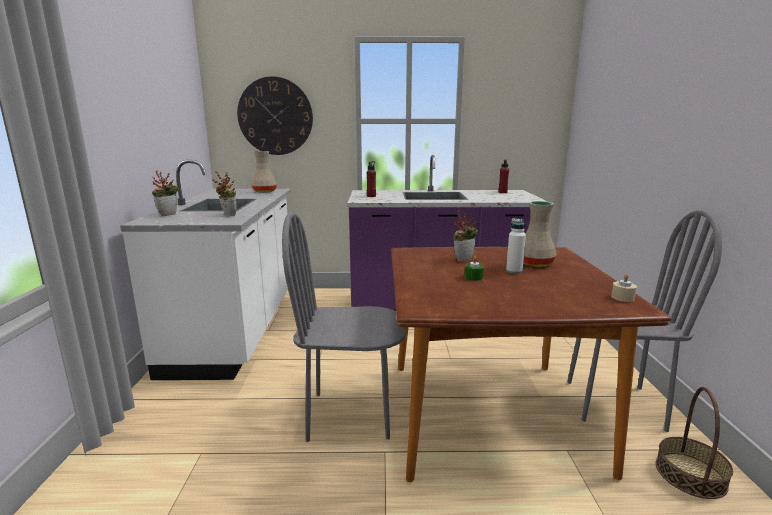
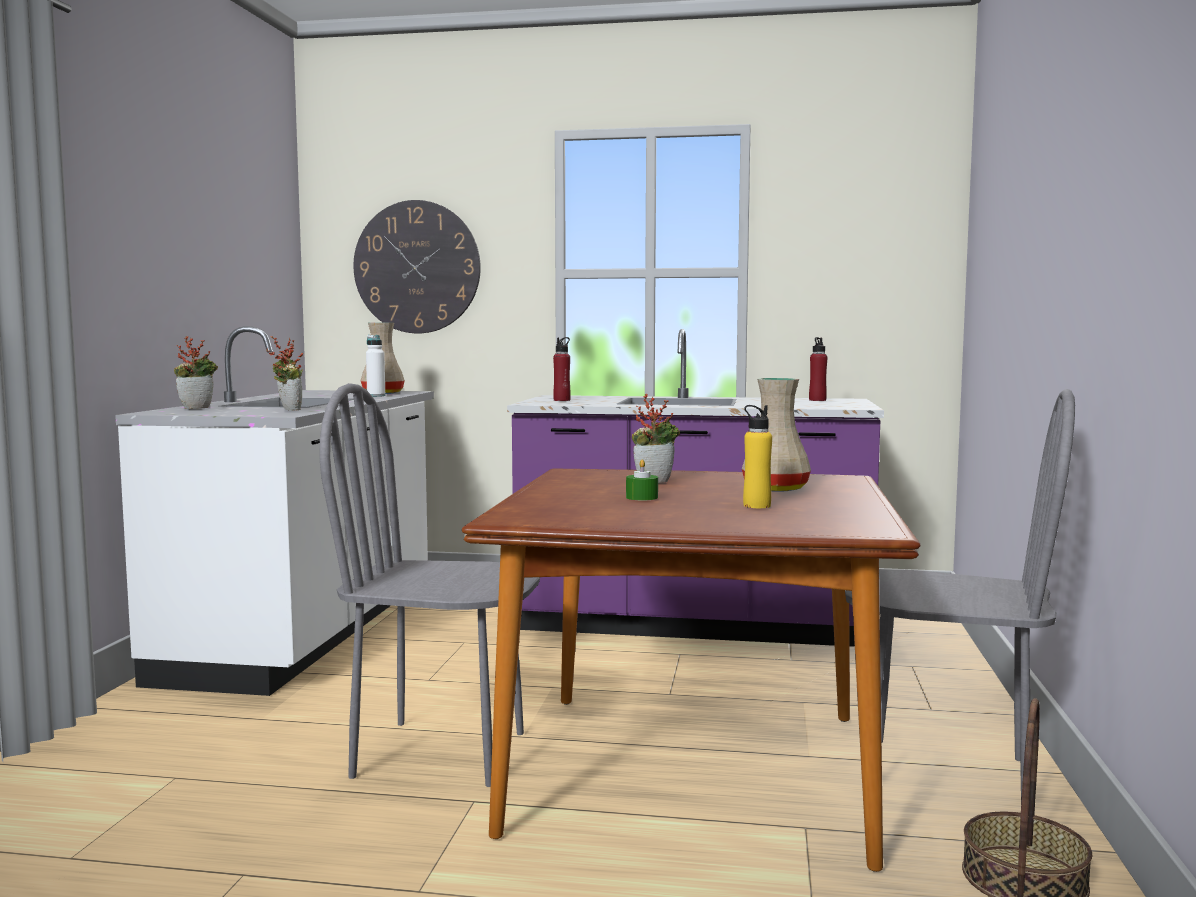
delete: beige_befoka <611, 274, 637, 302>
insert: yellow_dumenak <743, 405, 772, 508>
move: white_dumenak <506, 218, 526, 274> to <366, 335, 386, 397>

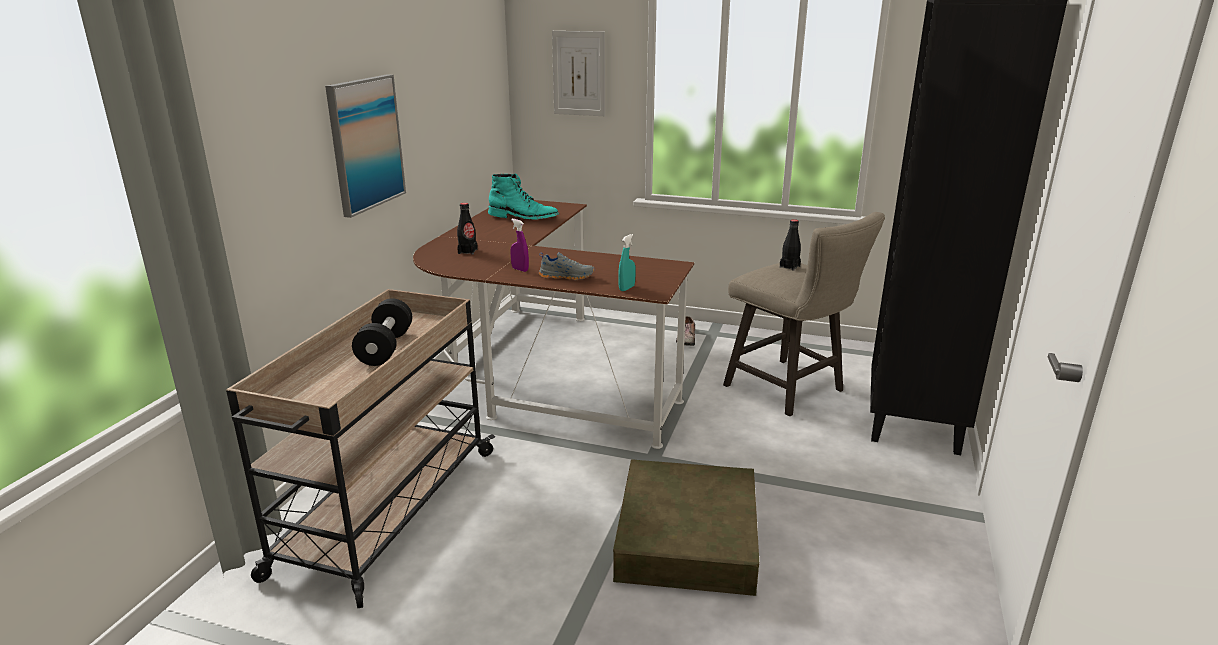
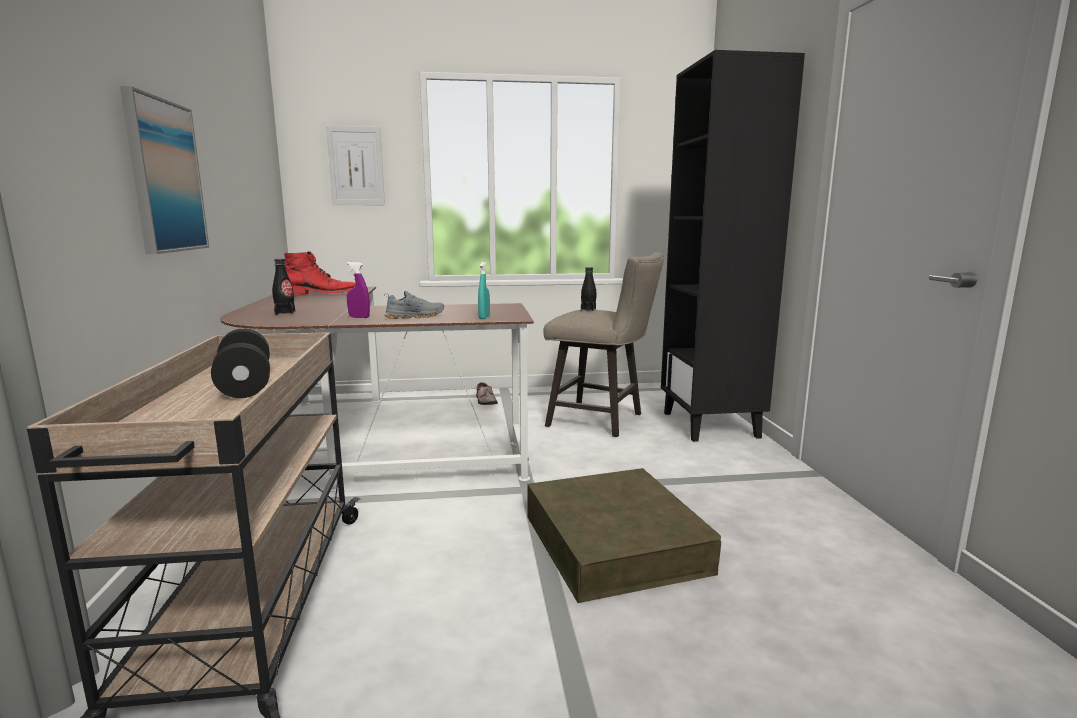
recolor: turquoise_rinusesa <488, 174, 559, 220> to red_rinusesa <284, 251, 355, 295>

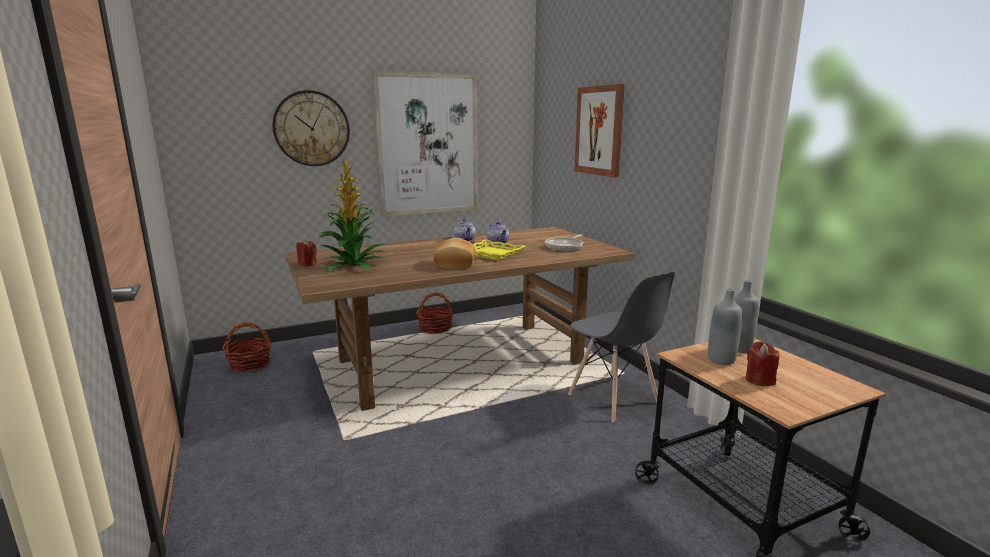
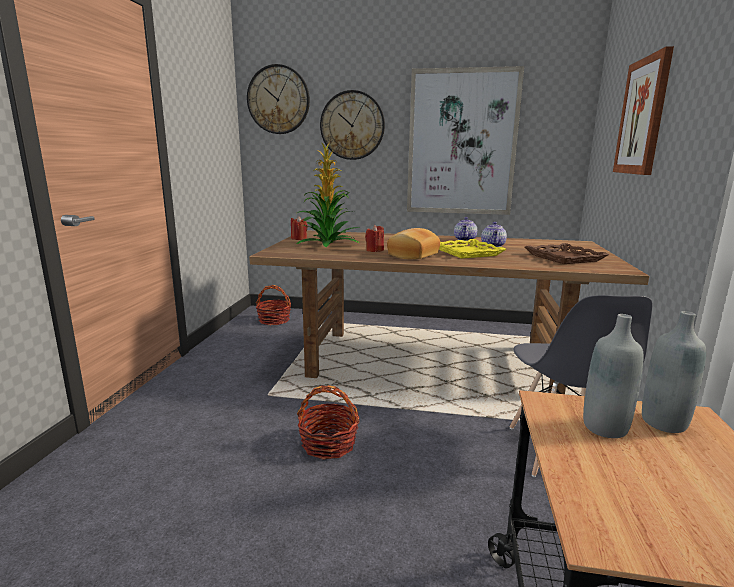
insert: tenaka <247, 64, 310, 134>
move: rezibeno <416, 292, 453, 334> to <297, 385, 359, 460>; red_befoka <746, 341, 779, 386> to <365, 225, 384, 252>
replace: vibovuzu <545, 234, 583, 251> to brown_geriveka <525, 243, 609, 264>

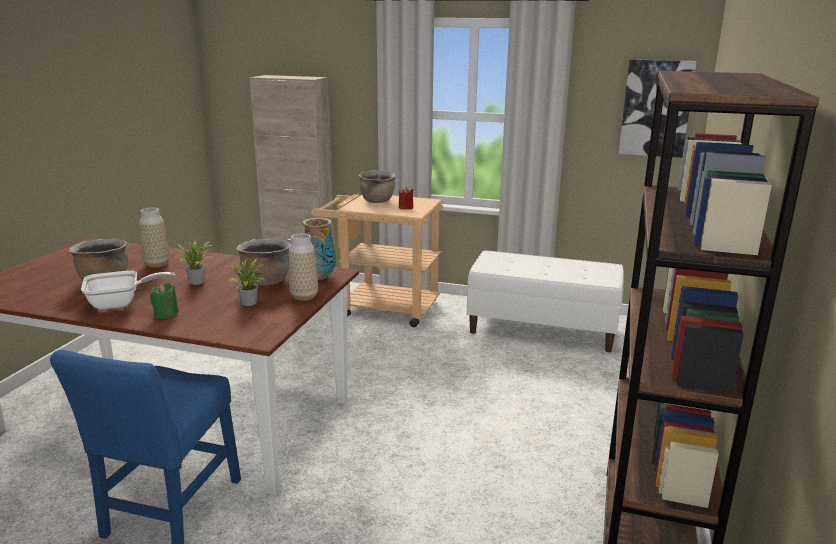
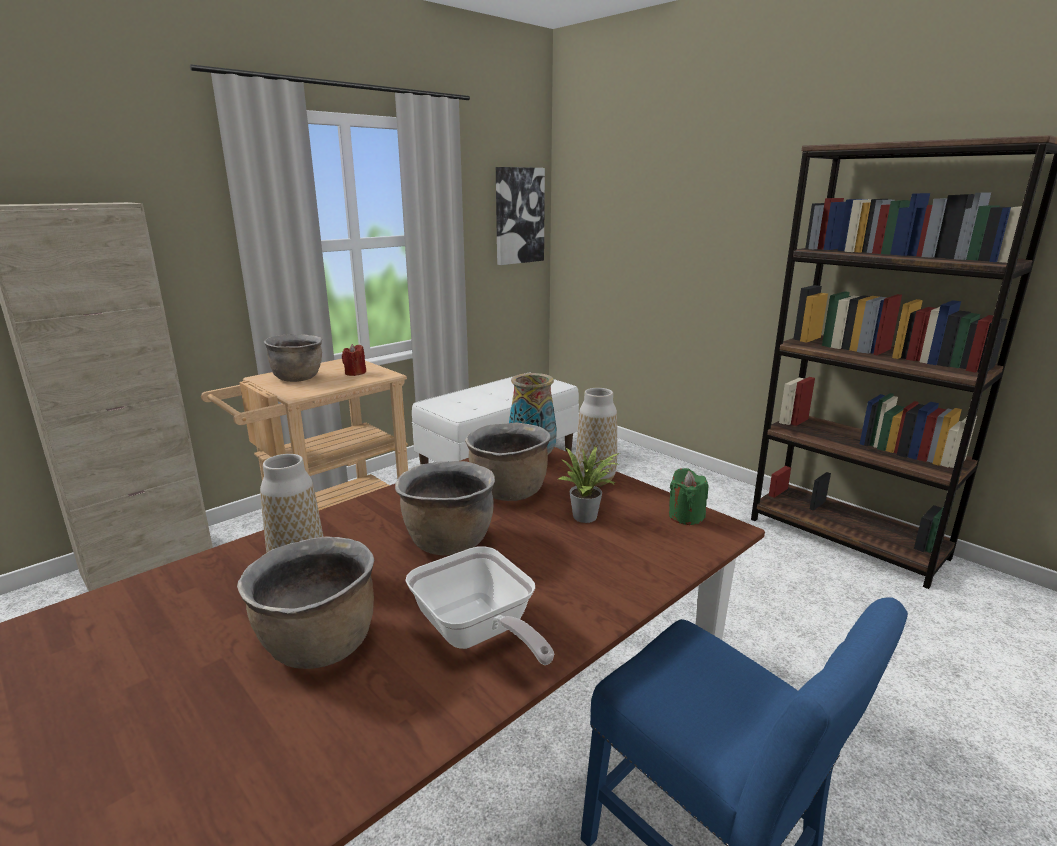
move: green_befoka <150, 283, 179, 319> to <669, 468, 708, 525>
replace: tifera <177, 240, 213, 285> to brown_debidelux <395, 461, 495, 556>
rotate: vibovuzu <81, 270, 176, 310> = <405, 546, 554, 665> 135 degrees clockwise

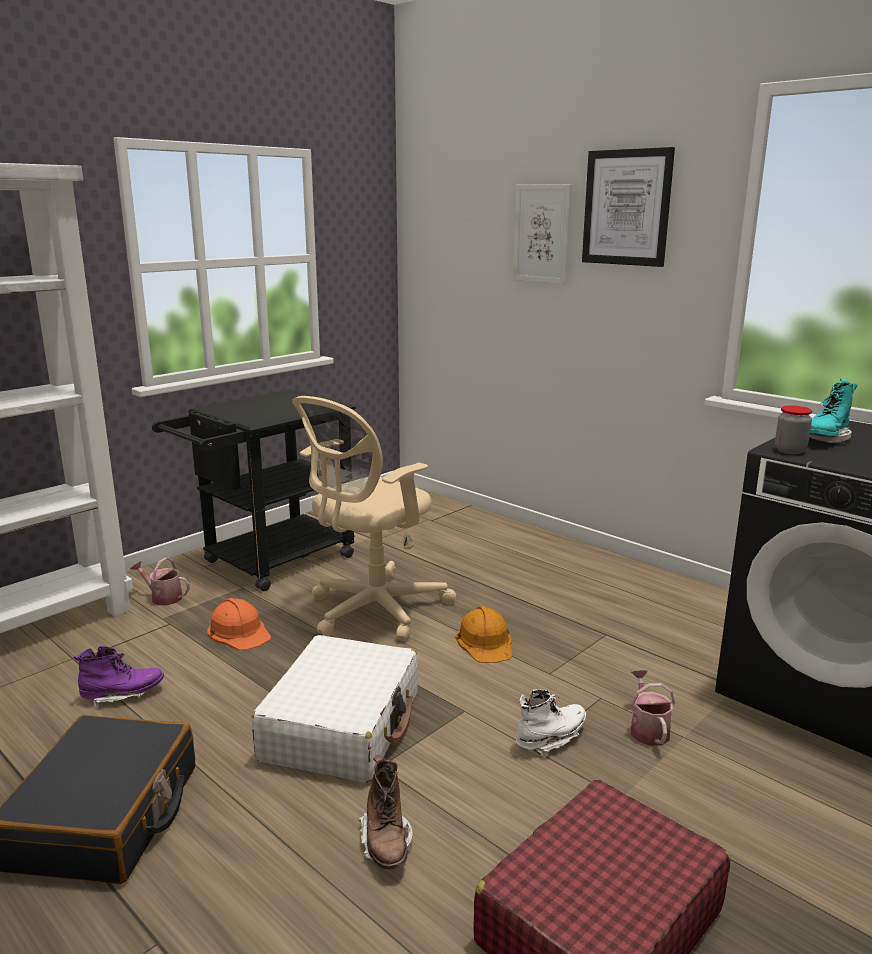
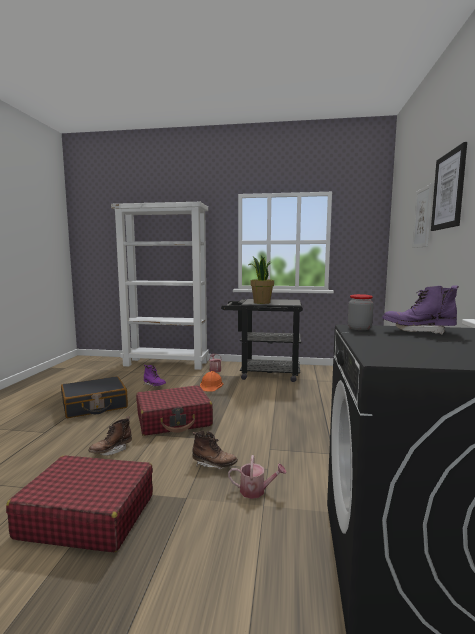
delete: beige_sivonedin <292, 396, 456, 641>; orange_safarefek <455, 606, 512, 663>
insert: tifera <248, 255, 274, 304>
recolor: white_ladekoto <251, 635, 418, 783> to red_ladekoto <136, 385, 213, 436>; white_rinusesa <516, 689, 586, 758> to brown_rinusesa <192, 431, 238, 469>; turquoise_rinusesa <809, 379, 858, 443> to purple_rinusesa <382, 285, 459, 335>
rotate: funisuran <631, 670, 675, 746> = <228, 455, 287, 499> 45 degrees clockwise

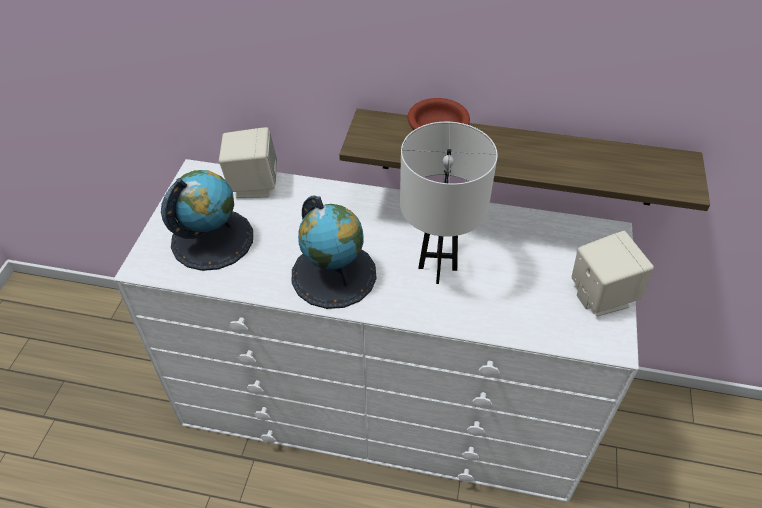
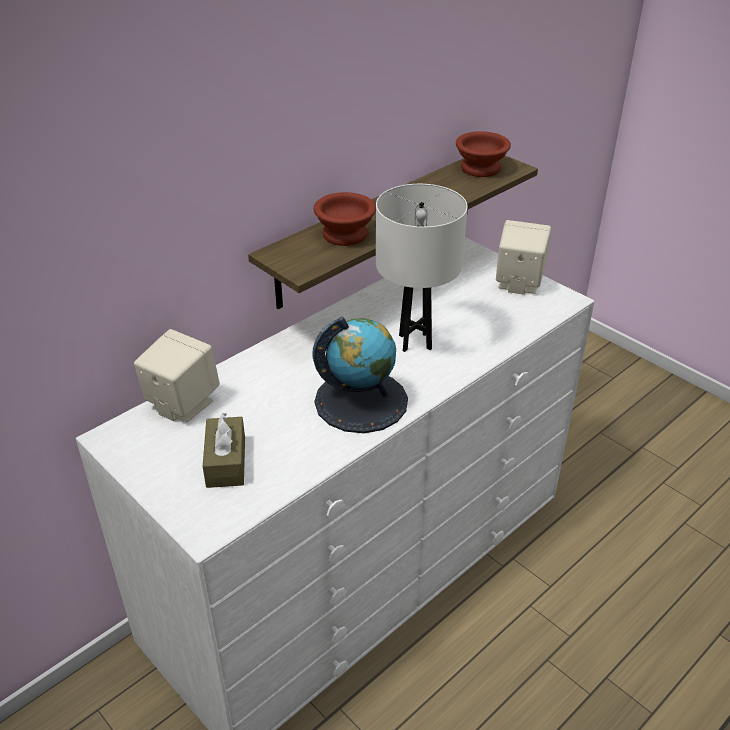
insert: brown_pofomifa <456, 131, 511, 177>
replace: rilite <161, 170, 253, 271> to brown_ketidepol <203, 413, 245, 488>

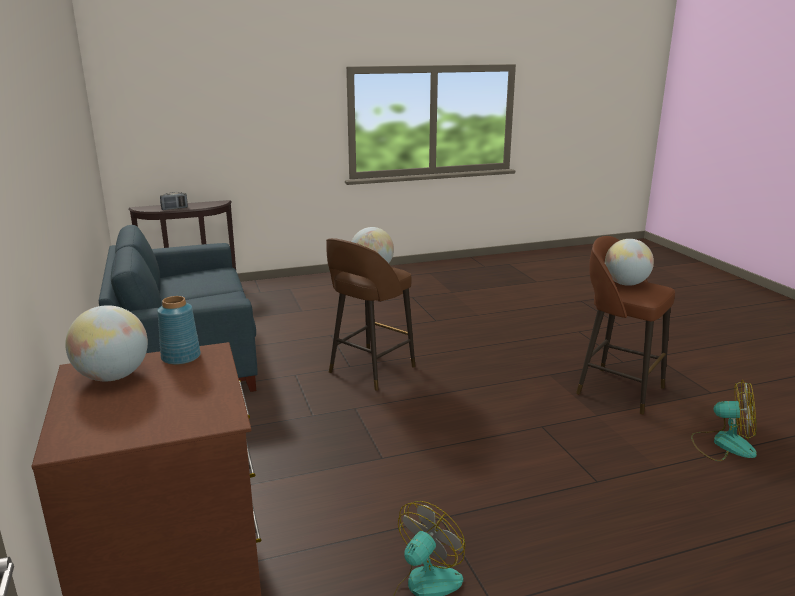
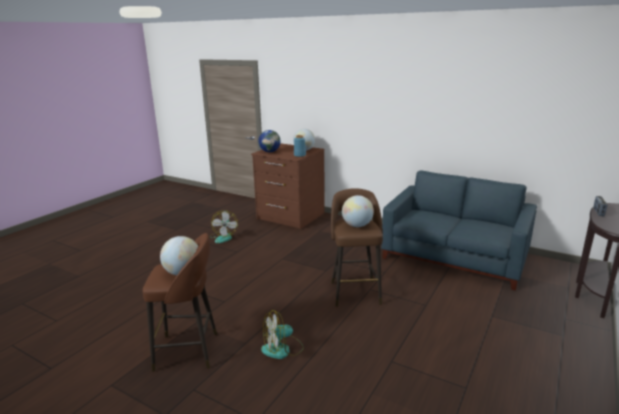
insert: rilite <258, 130, 281, 152>
move: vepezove <691, 380, 757, 461> to <261, 310, 304, 359>

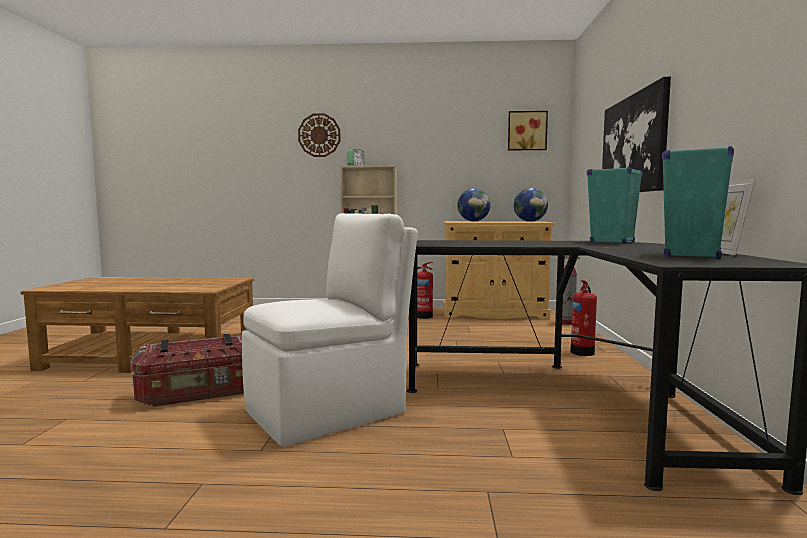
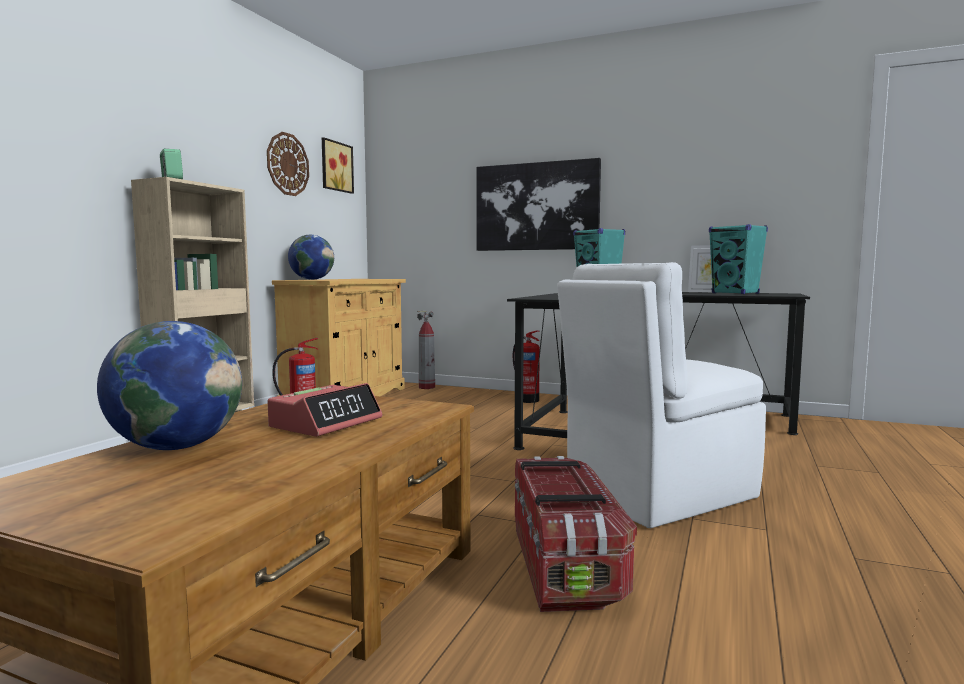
insert: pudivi <267, 383, 382, 437>
move: rilite <514, 188, 548, 222> to <97, 321, 242, 450>; tenaka <298, 113, 340, 157> to <267, 132, 309, 196>
rotate: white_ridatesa <242, 213, 418, 447> = <557, 262, 766, 528> 105 degrees counterclockwise

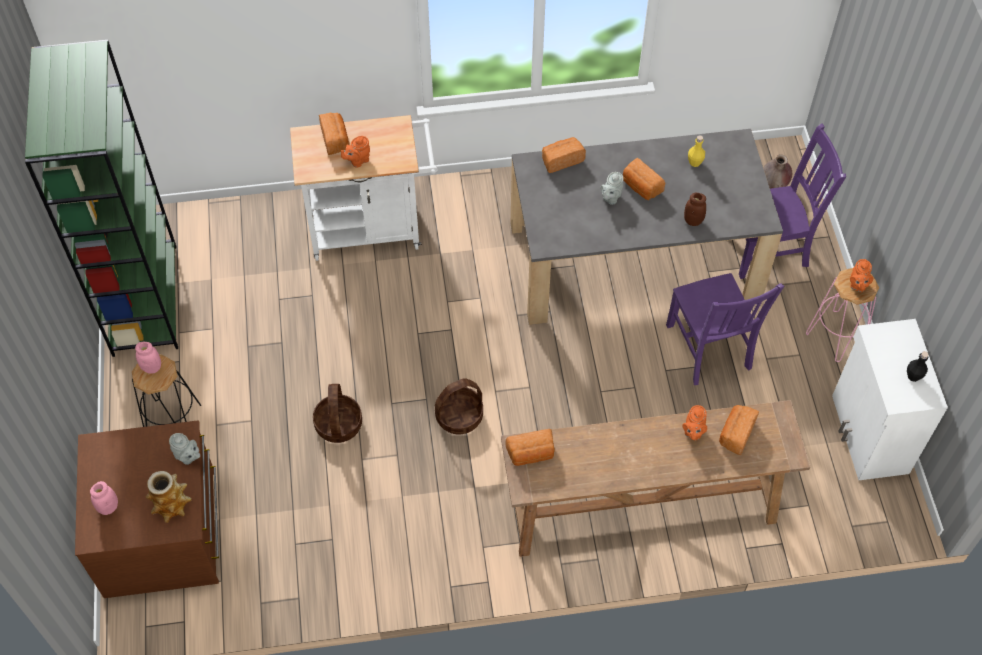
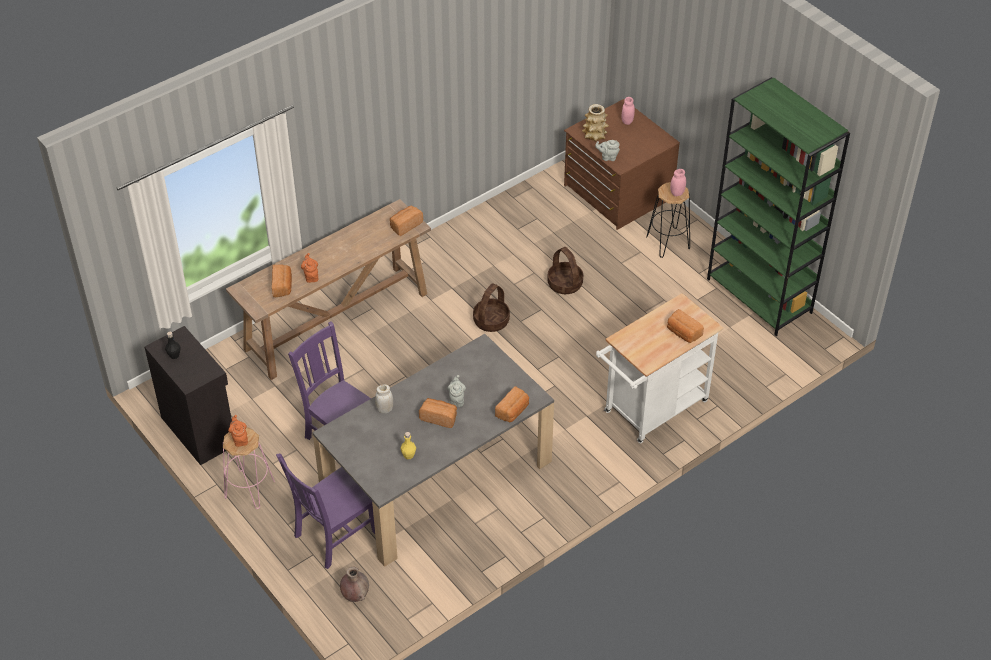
delete: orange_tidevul <341, 136, 370, 168>
recolor: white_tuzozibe <832, 319, 948, 480> to black_tuzozibe <145, 326, 232, 465>; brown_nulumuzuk <684, 193, 706, 226> to white_nulumuzuk <375, 384, 393, 413>

